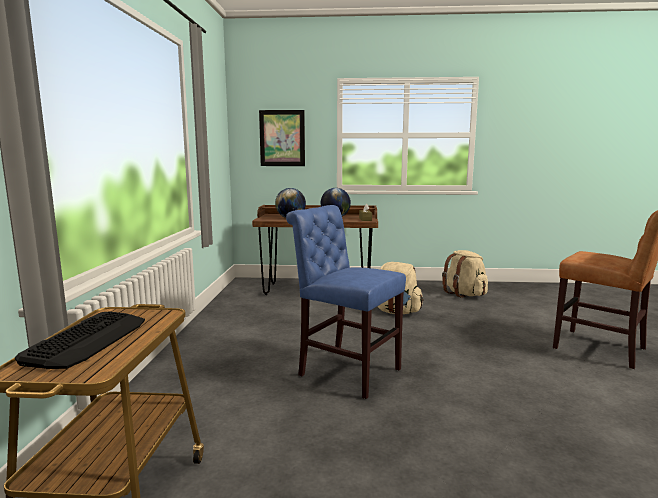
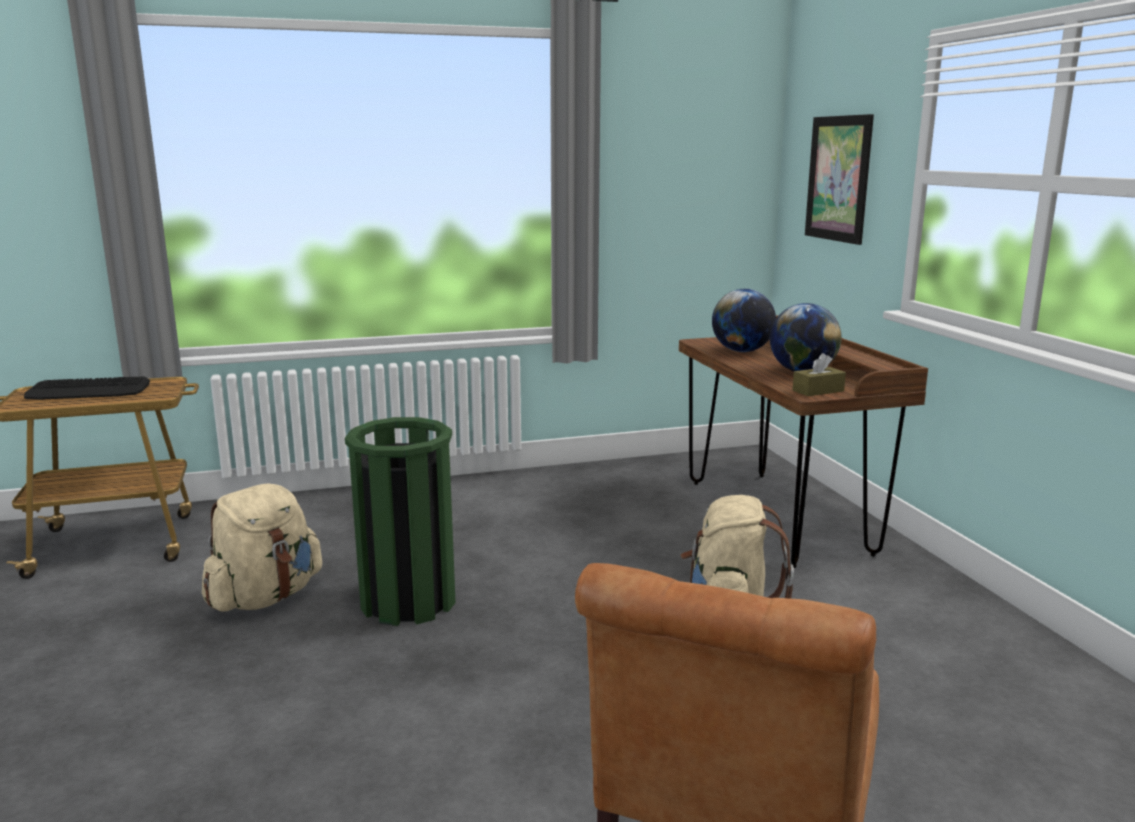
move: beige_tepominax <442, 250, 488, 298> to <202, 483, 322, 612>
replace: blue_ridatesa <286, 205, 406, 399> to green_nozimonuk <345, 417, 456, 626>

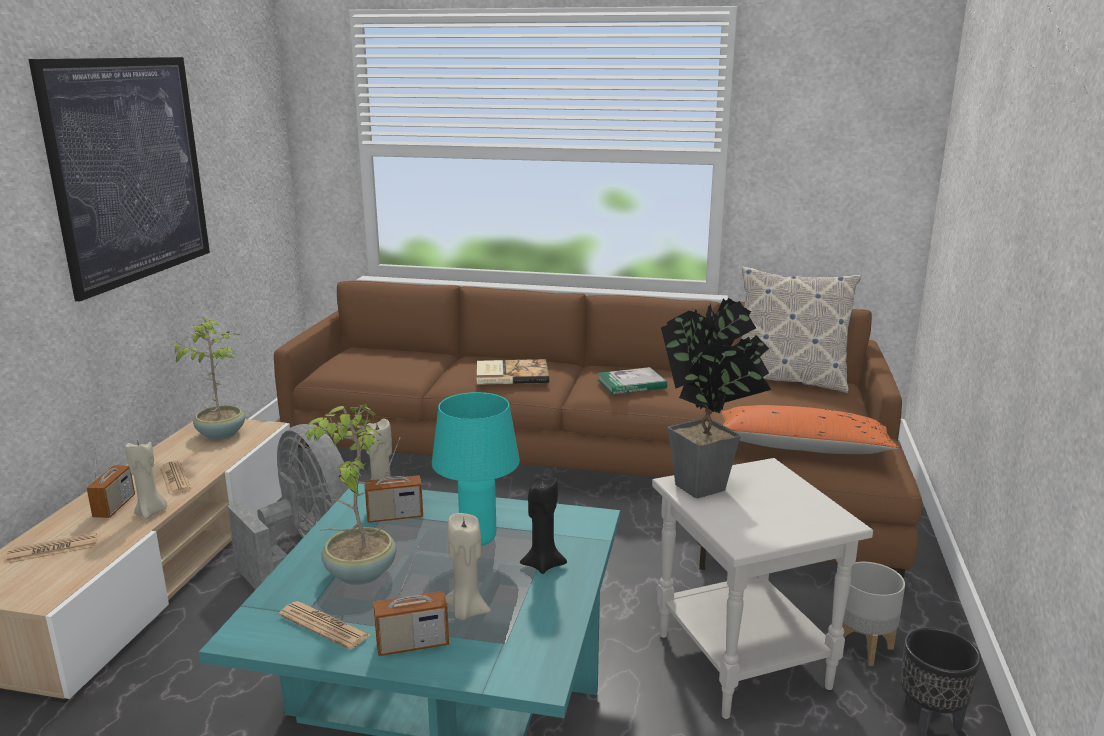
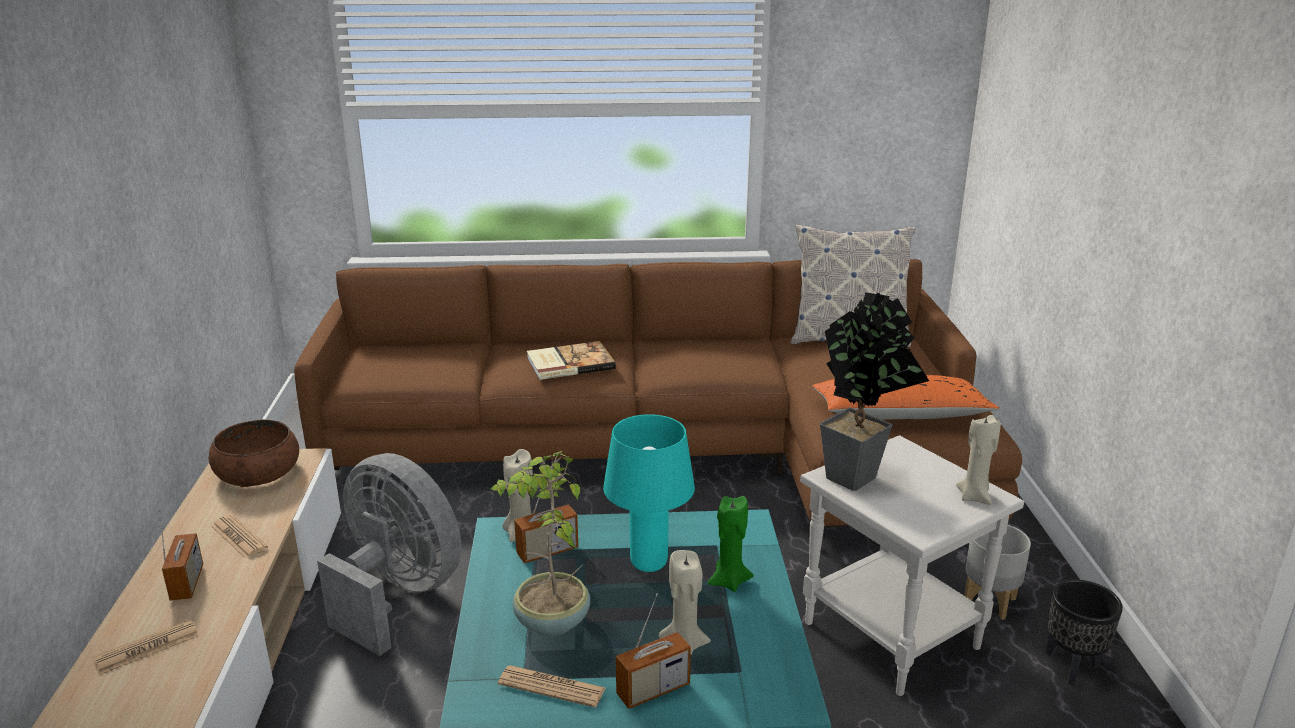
delete: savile <28, 57, 210, 301>; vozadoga <597, 367, 667, 395>
move: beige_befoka <125, 440, 167, 519> to <956, 415, 1001, 505>
replace: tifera <172, 318, 245, 440> to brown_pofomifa <208, 420, 299, 487>
recolor: black_befoka <520, 477, 567, 574> to green_befoka <708, 496, 753, 592>

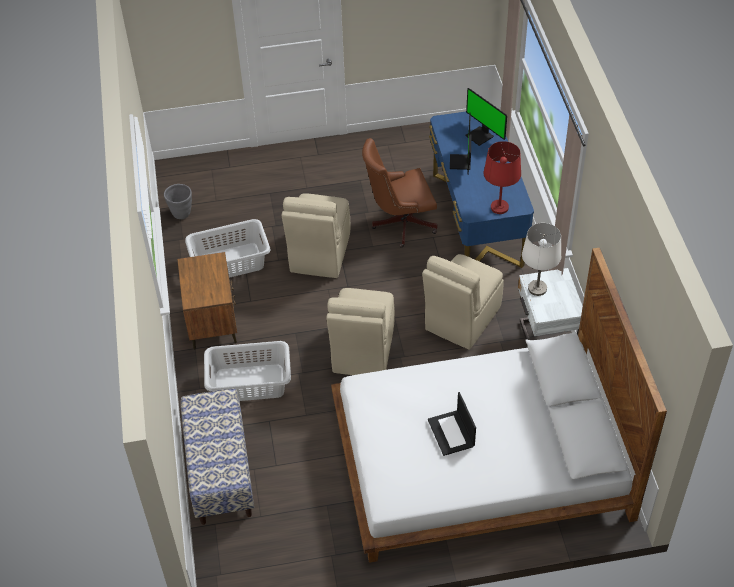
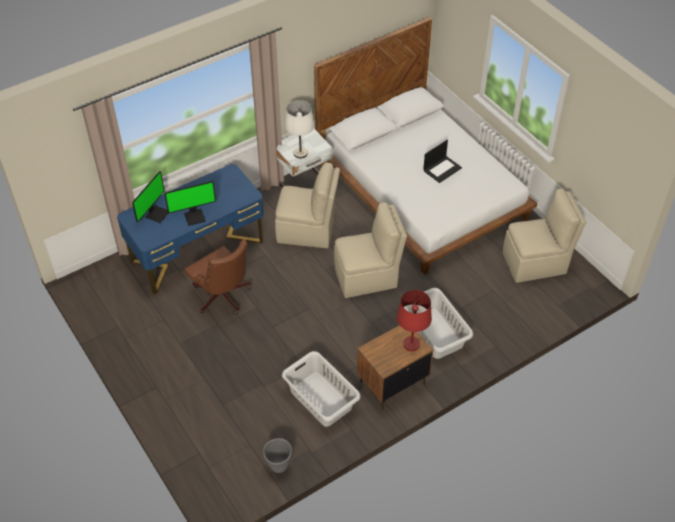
delete: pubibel <181, 388, 254, 525>
move: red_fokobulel <484, 141, 521, 214> to <397, 290, 432, 351>; beige_ridatesa <282, 193, 350, 278> to <503, 189, 586, 283>

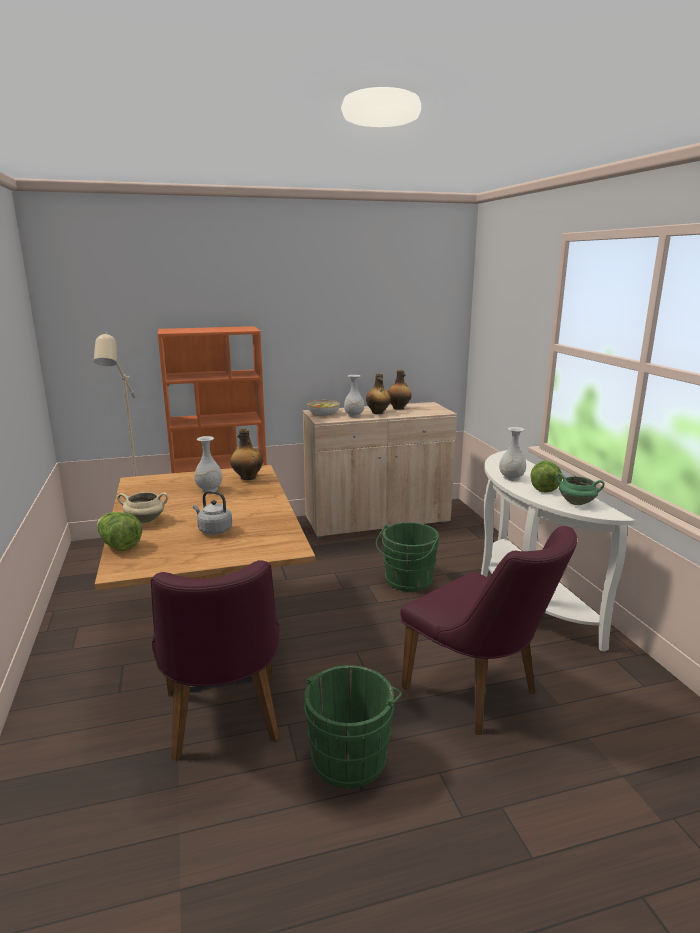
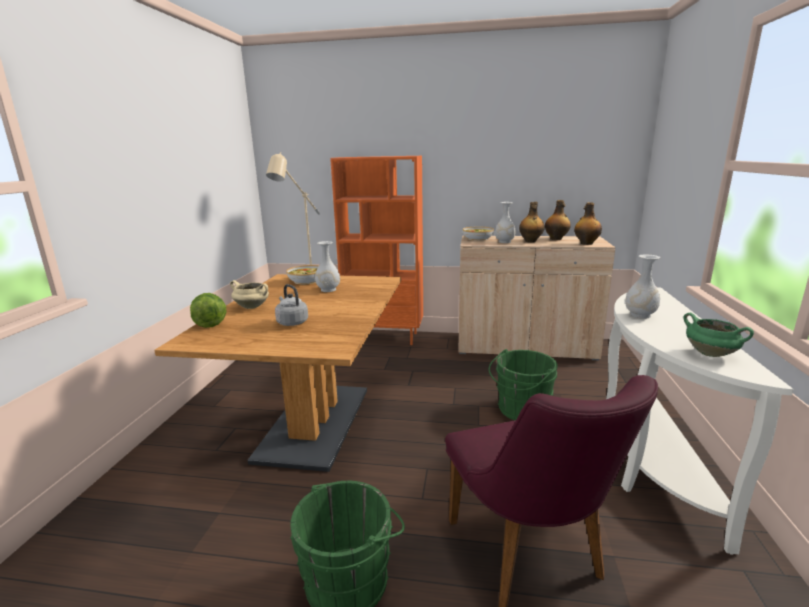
delete: purple_ridatesa <151, 560, 280, 761>; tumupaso <531, 461, 562, 493>
insert: pofomifa <286, 265, 319, 285>
move: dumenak <230, 428, 263, 480> to <574, 202, 602, 245>

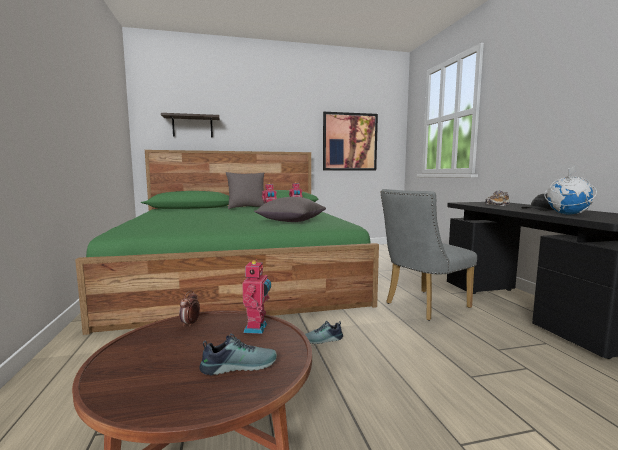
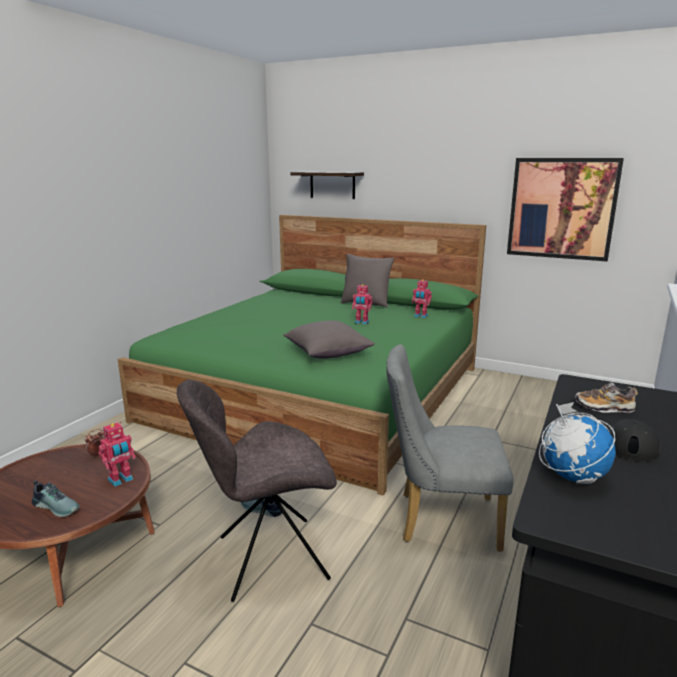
insert: grey_ridatesa <177, 380, 337, 602>

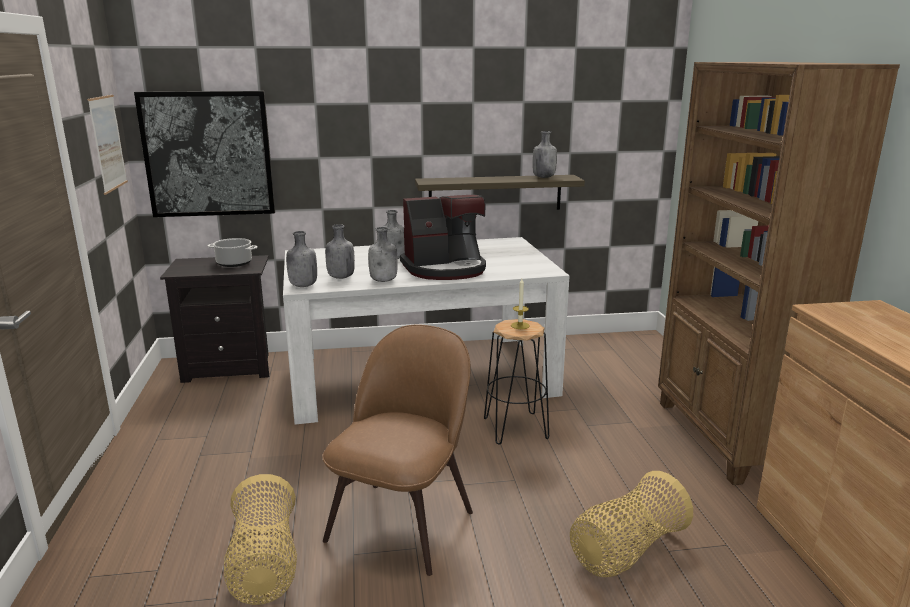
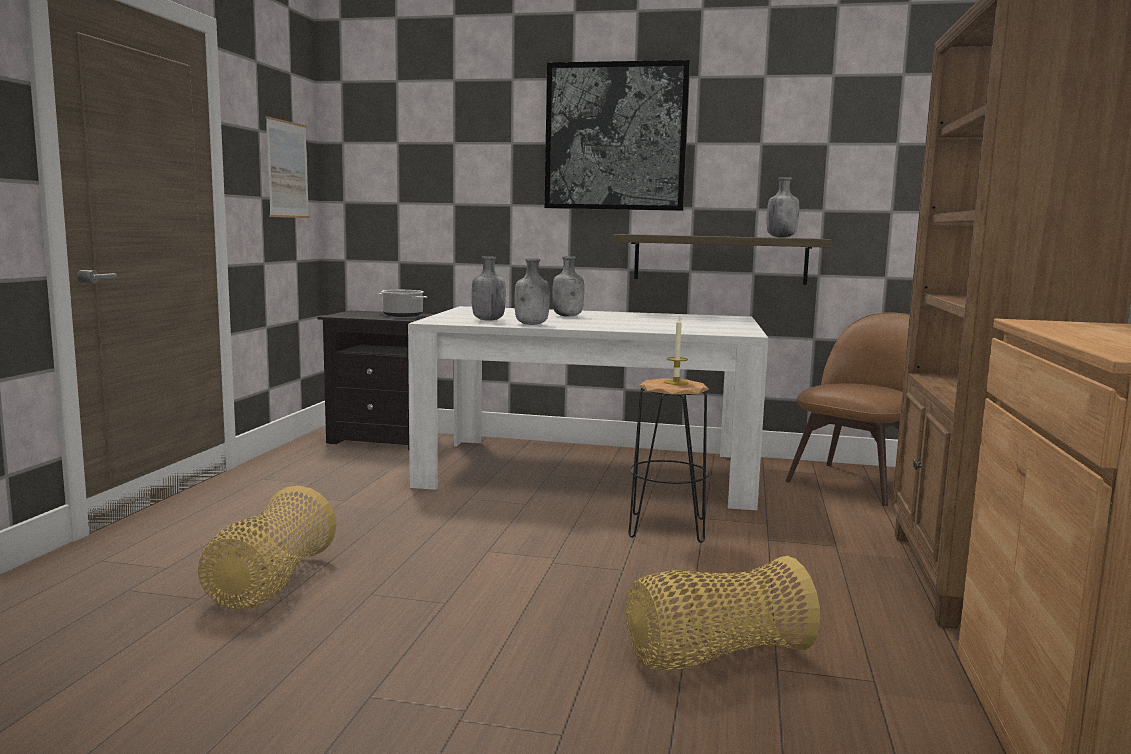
delete: grey_dumenak <286, 231, 317, 287>; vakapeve <400, 194, 486, 280>
move: savile <134, 91, 275, 217> to <545, 60, 690, 211>; brown_ridatesa <322, 324, 473, 576> to <785, 312, 910, 506>

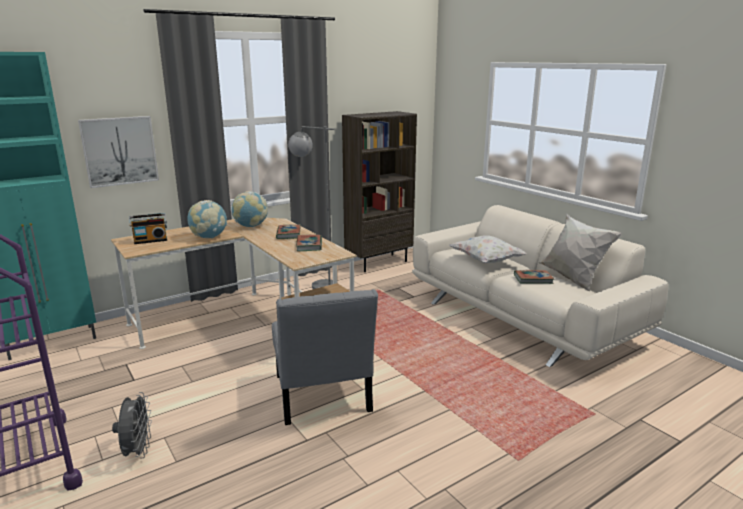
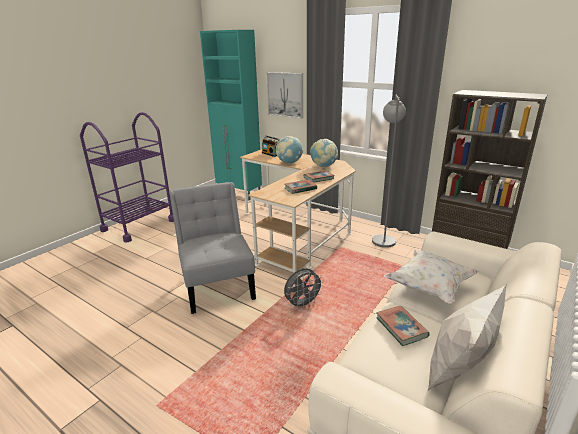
move: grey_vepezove <112, 392, 152, 459> to <284, 268, 324, 310>
rotate: grey_ridatesa <272, 289, 378, 425> = <169, 182, 256, 314> 105 degrees clockwise

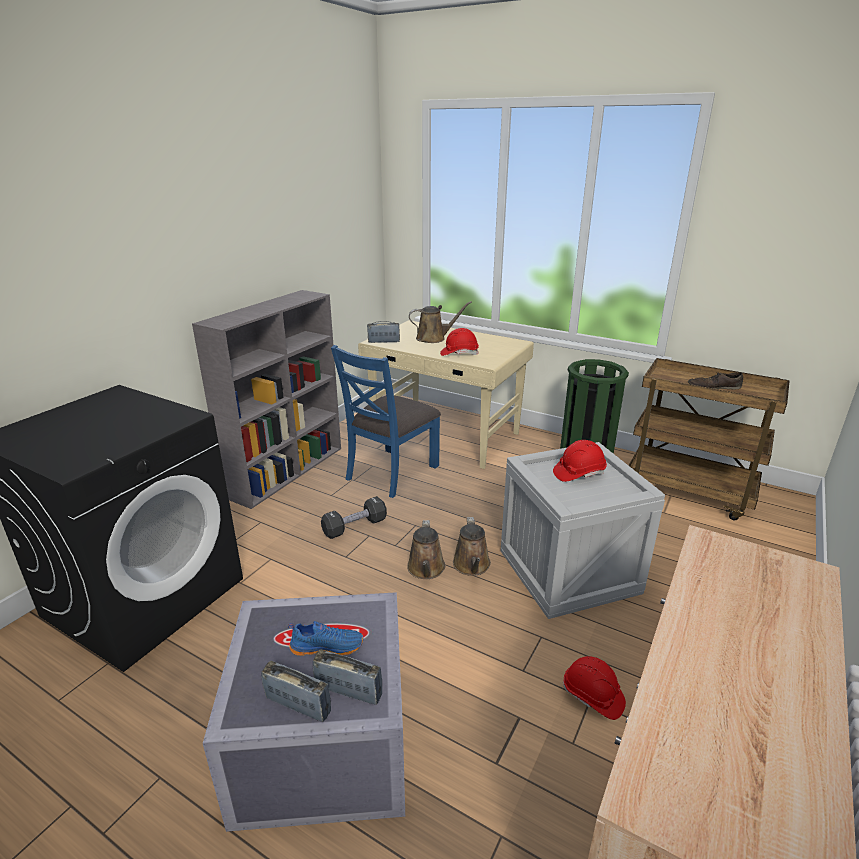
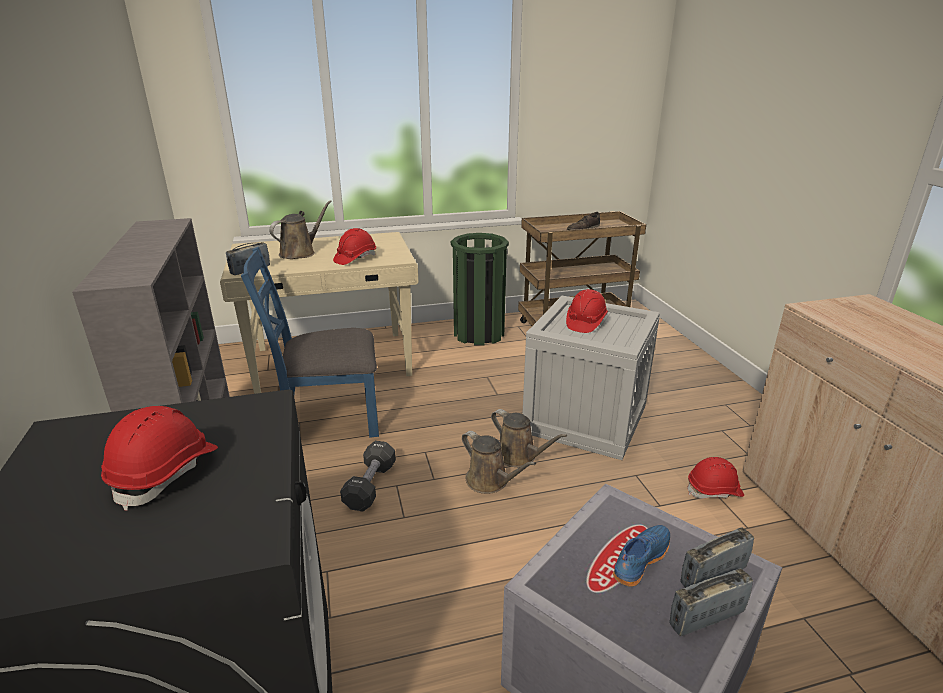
insert: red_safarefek <101, 406, 218, 510>
rotate: blue_ridatesa <331, 345, 441, 498> = <241, 247, 379, 438> 90 degrees clockwise

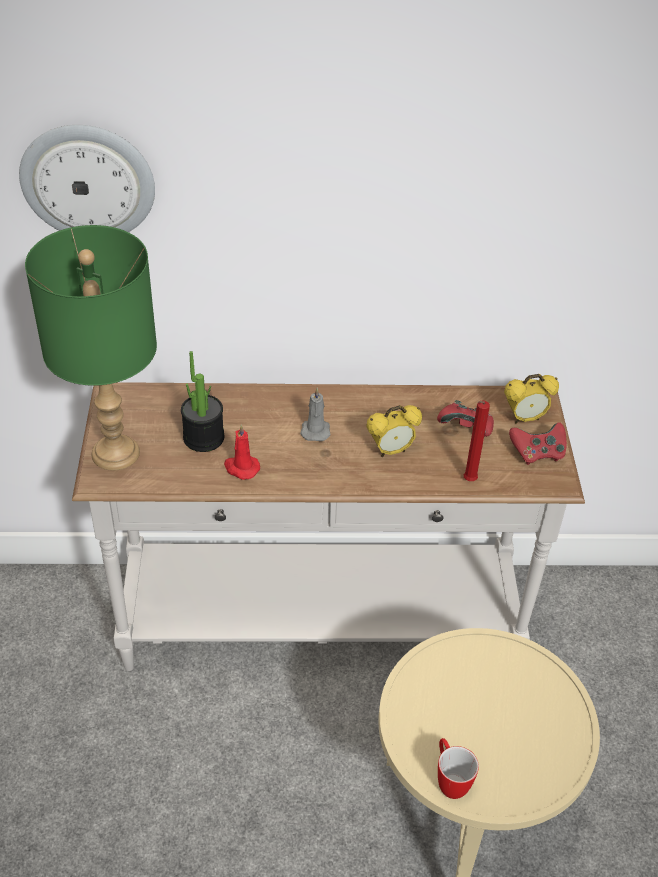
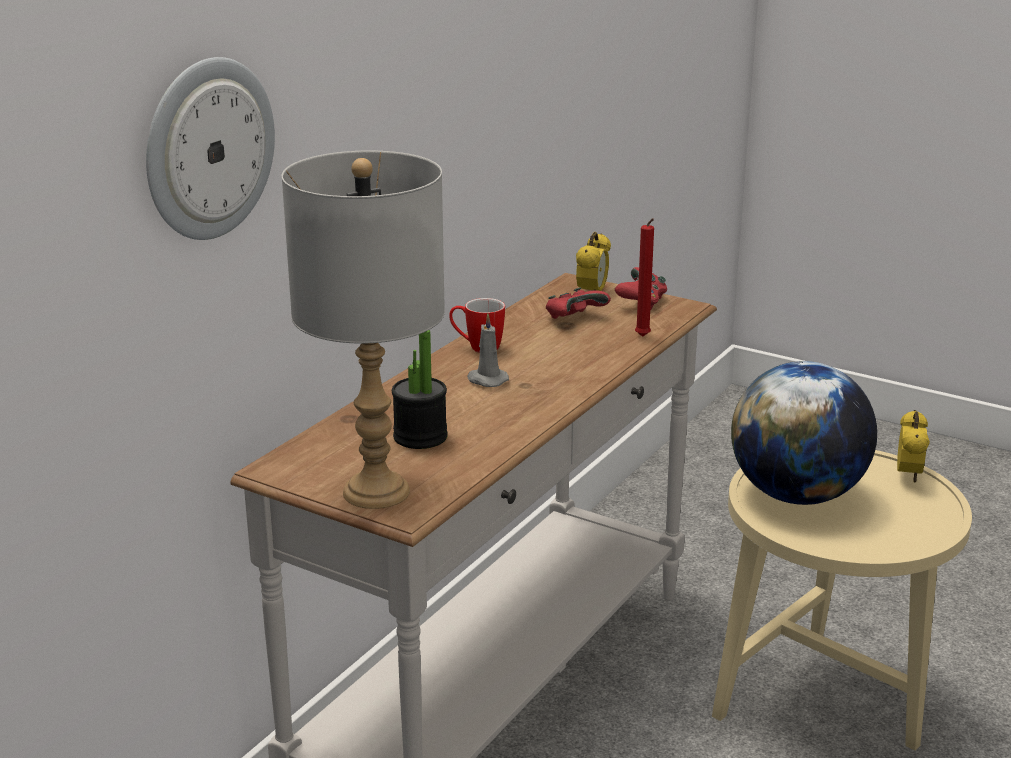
delete: red_befoka <224, 425, 260, 480>
insert: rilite <731, 361, 877, 505>
move: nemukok <438, 738, 479, 799> to <449, 298, 505, 353>; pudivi <366, 405, 422, 457> to <897, 410, 930, 483>
recolor: green_fokobulel <25, 225, 157, 471> to grey_fokobulel <281, 150, 445, 509>

